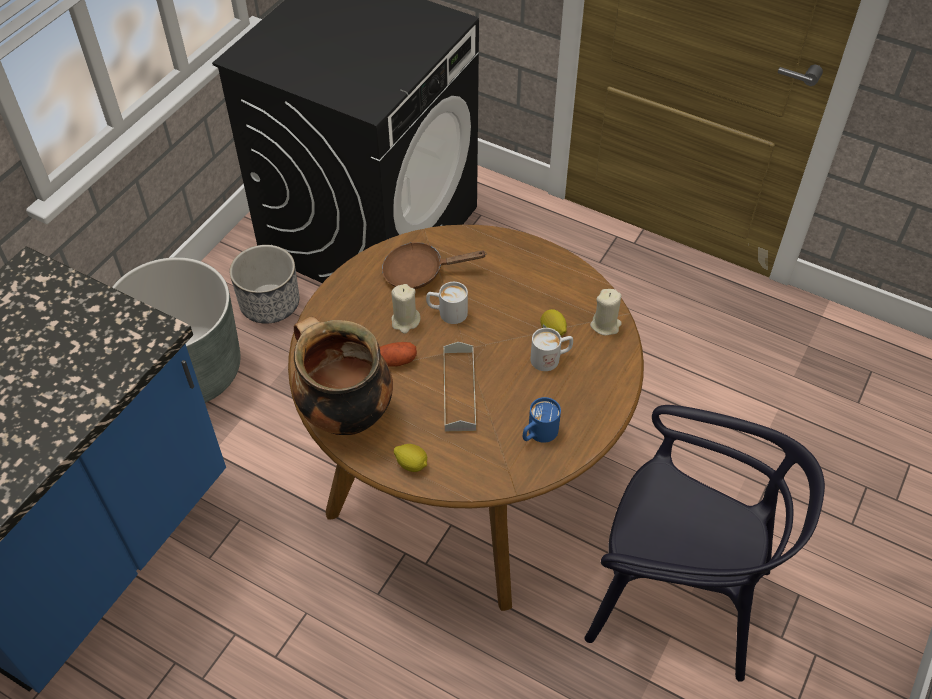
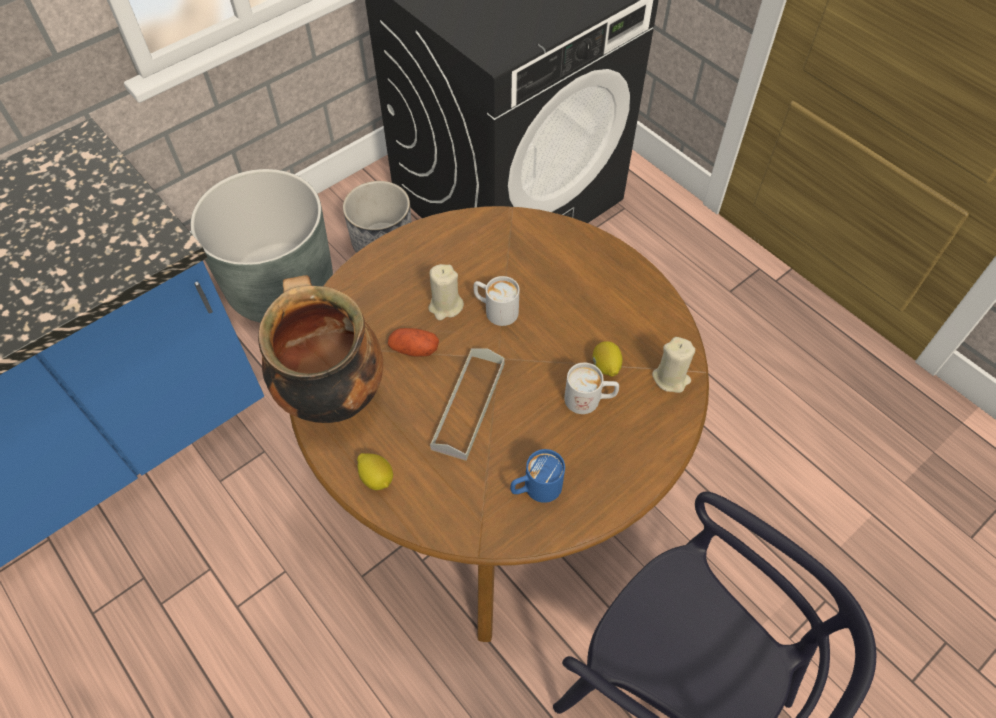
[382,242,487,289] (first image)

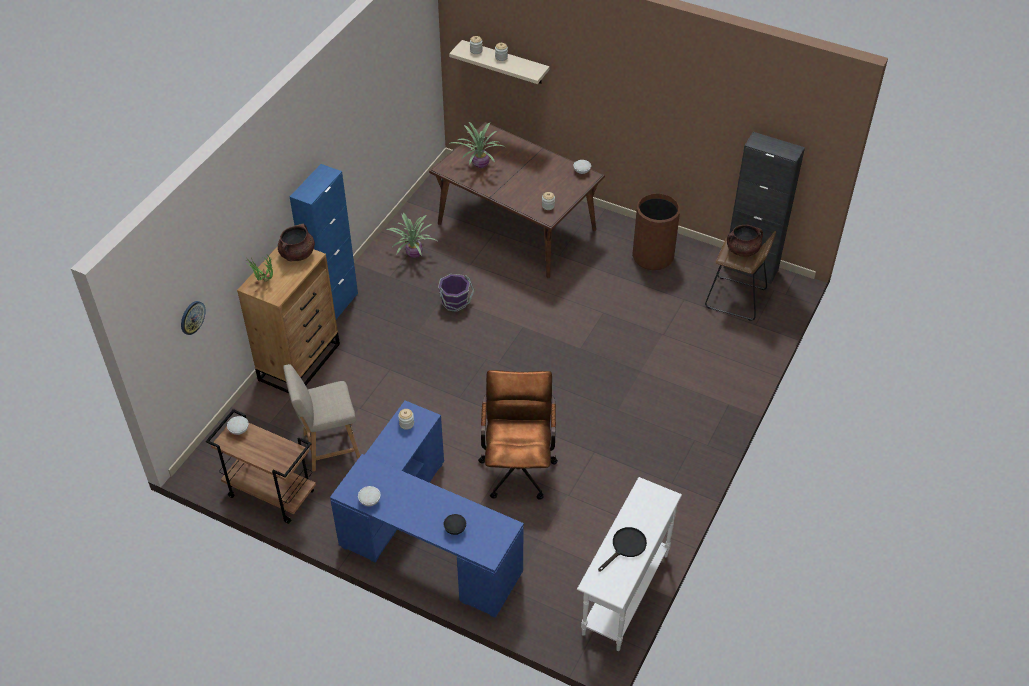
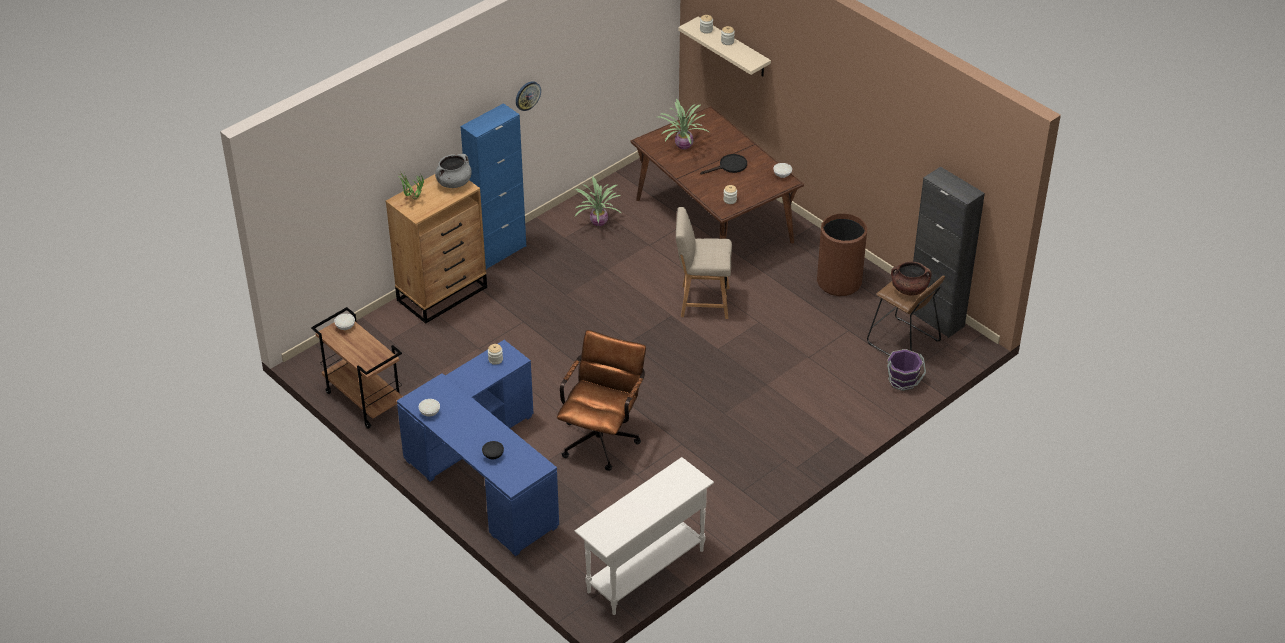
[516,81,541,111]
[676,207,732,319]
[887,349,926,391]
[700,154,747,174]
[435,154,472,188]

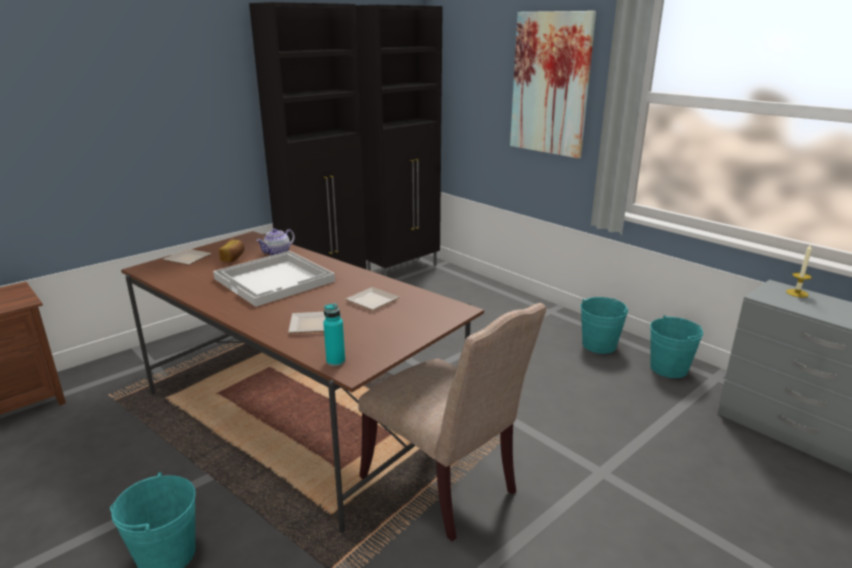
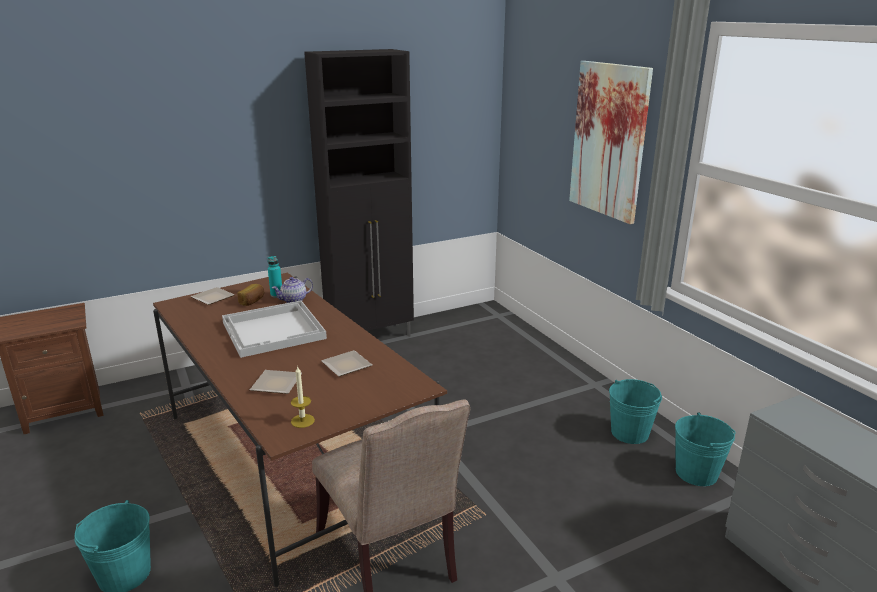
[355,5,443,277] (first image)
[267,256,282,298]
[291,366,315,428]

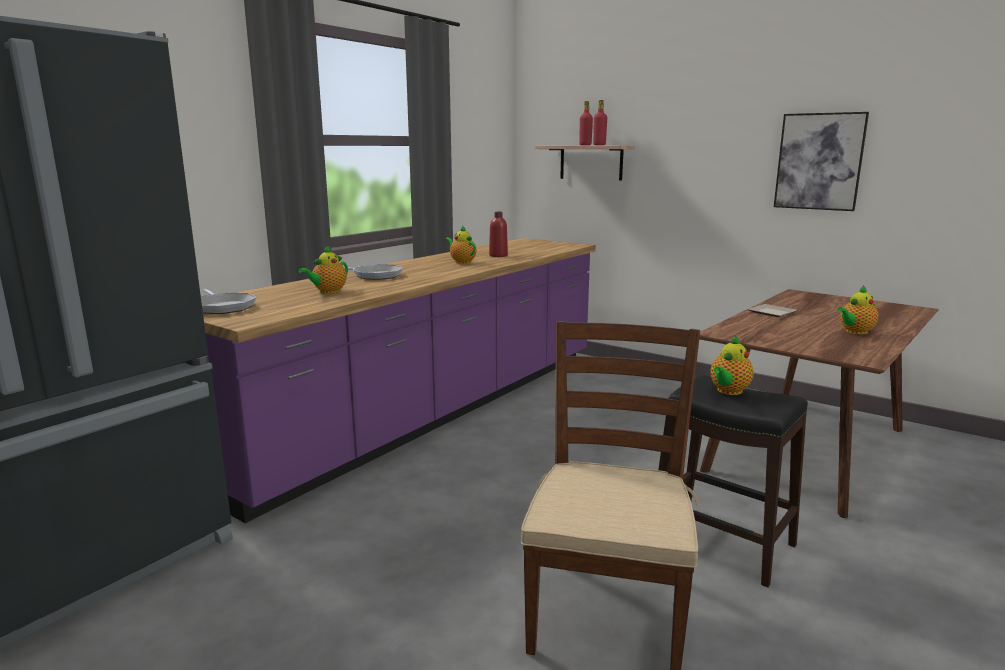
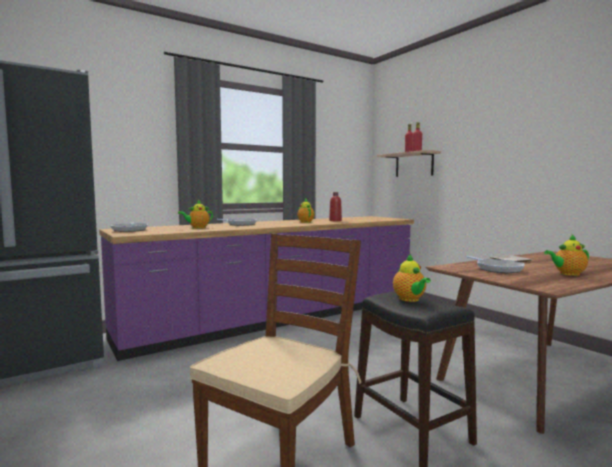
[774,112,869,211] (first image)
[466,256,525,273]
[393,254,431,302]

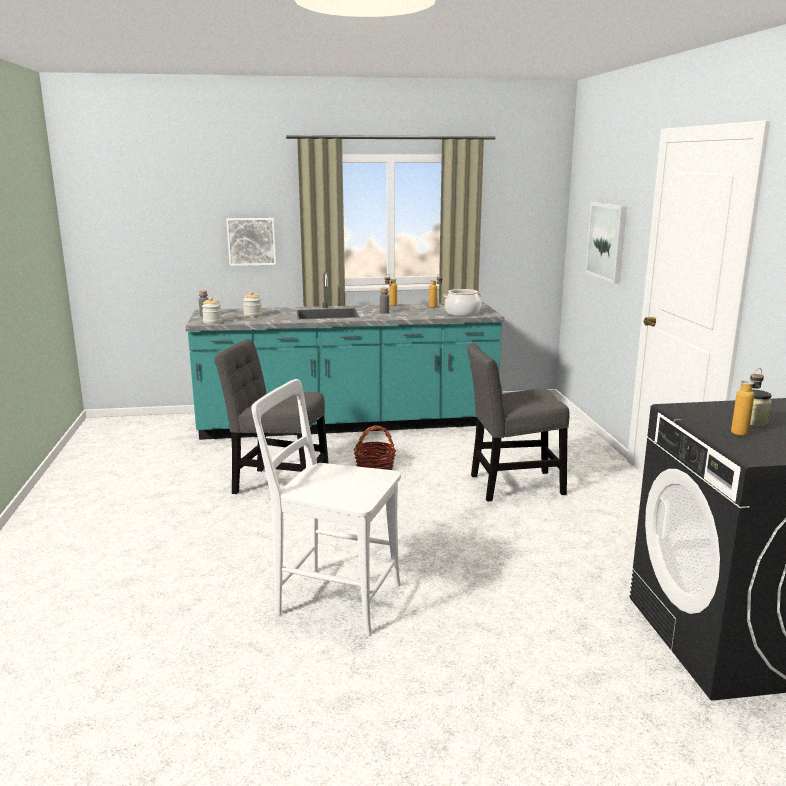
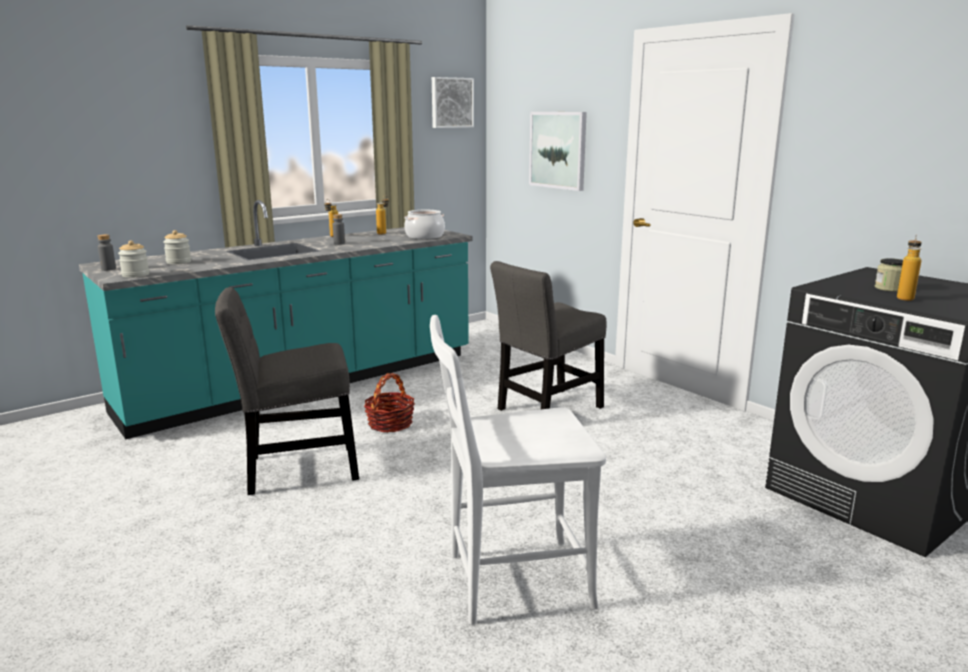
[432,77,474,128]

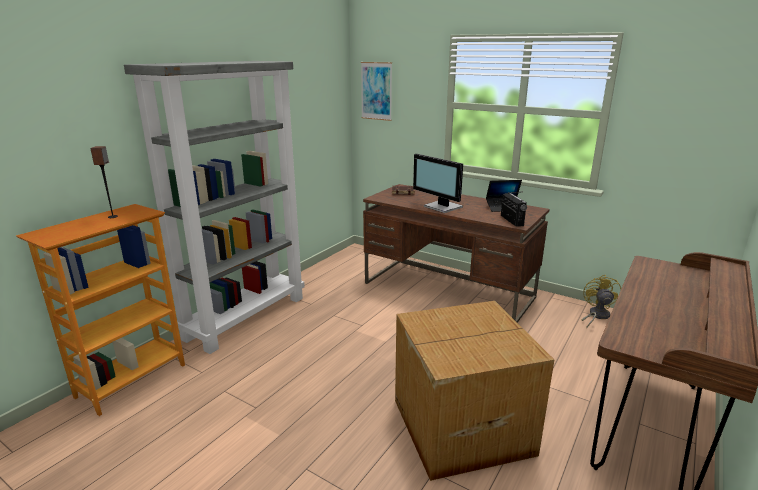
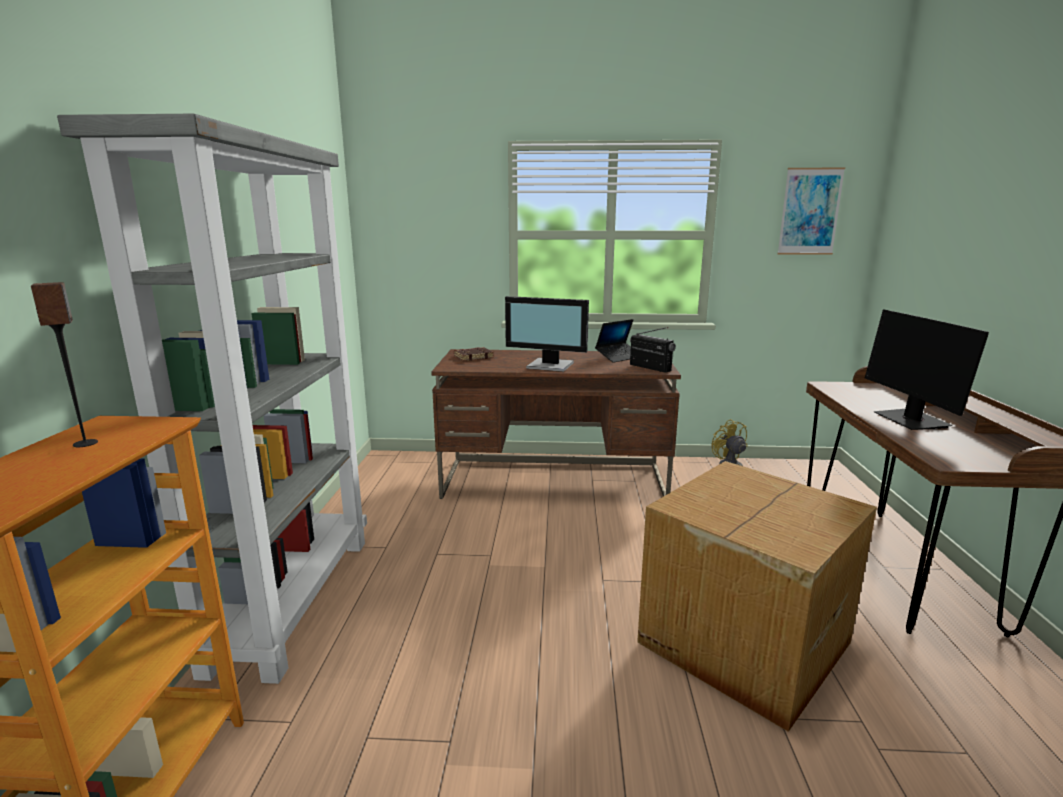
[865,310,989,430]
[778,168,845,255]

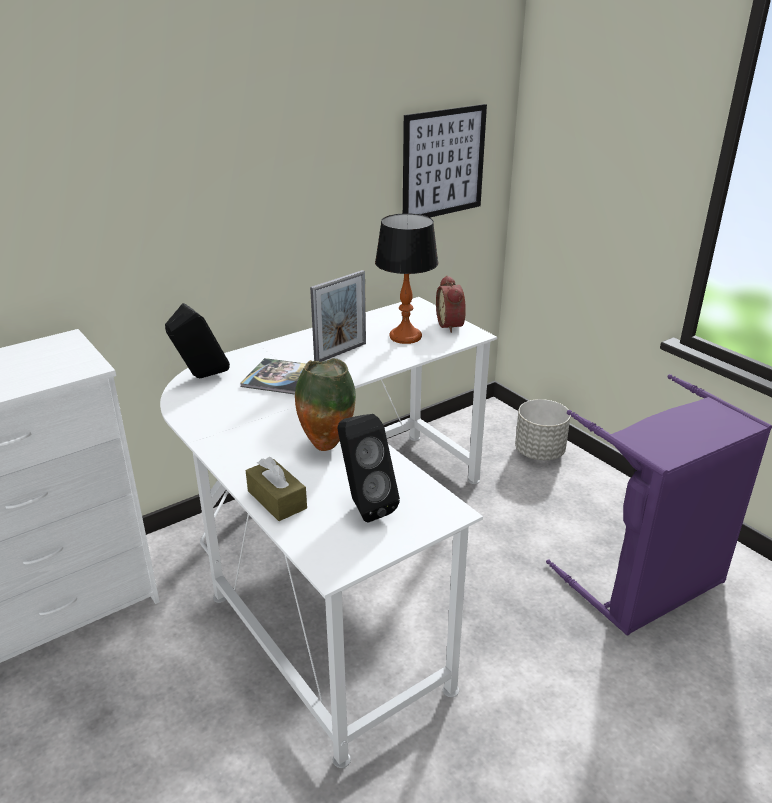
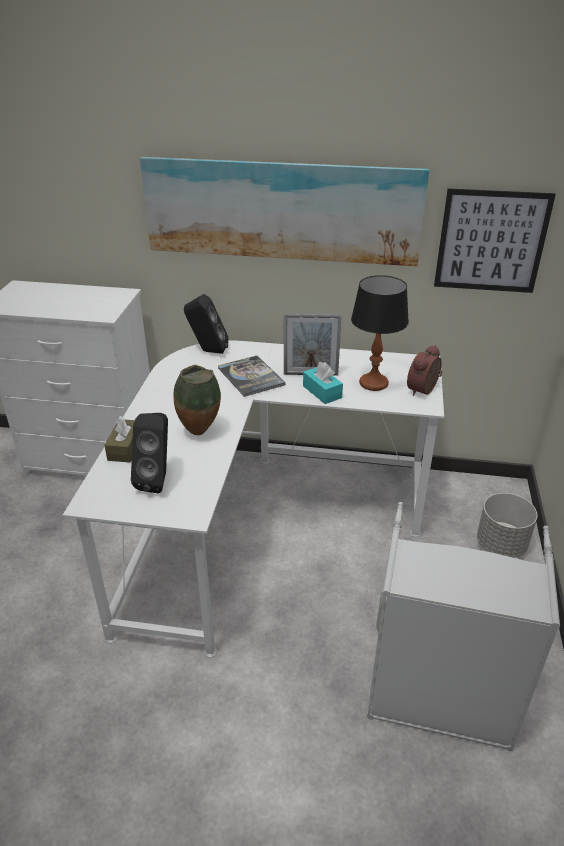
[140,157,429,266]
[303,362,343,404]
[366,502,560,751]

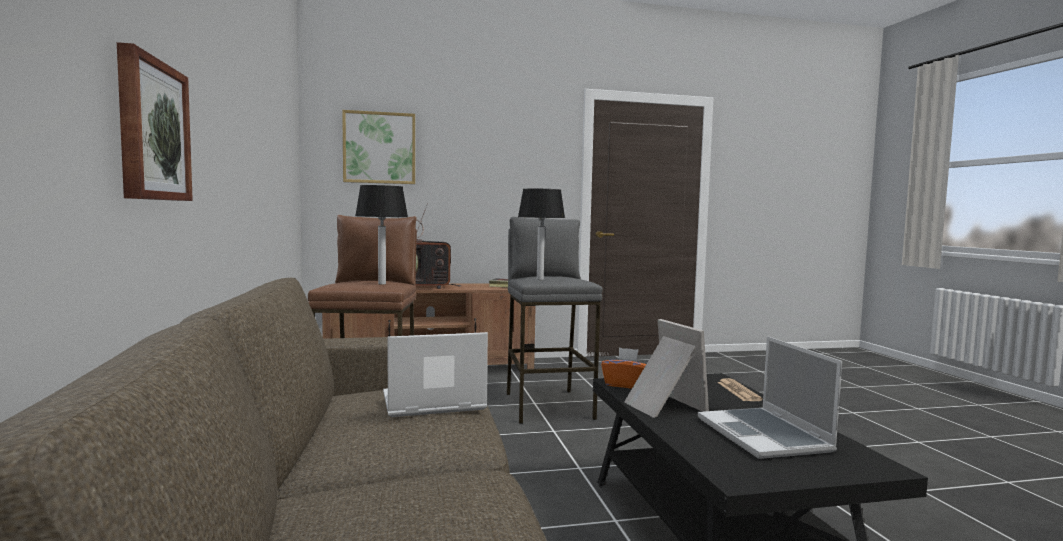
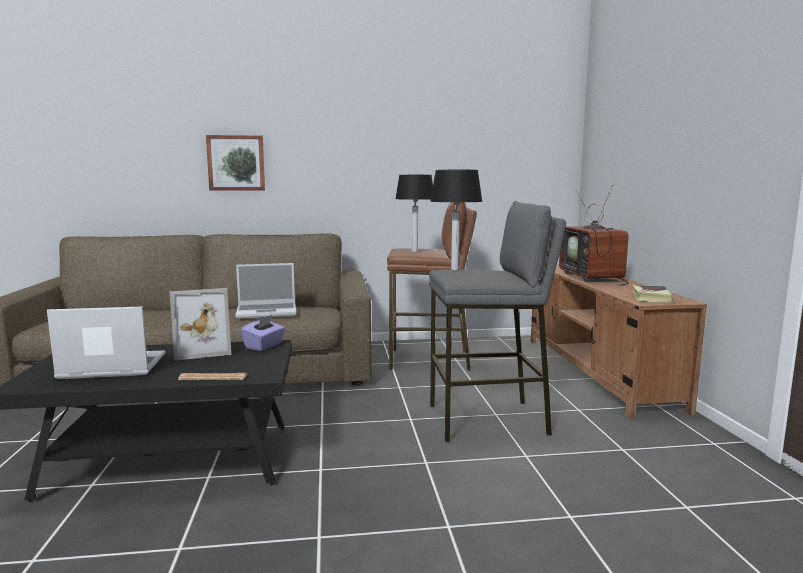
[342,110,415,184] (first image)
[241,315,285,351]
[235,263,296,319]

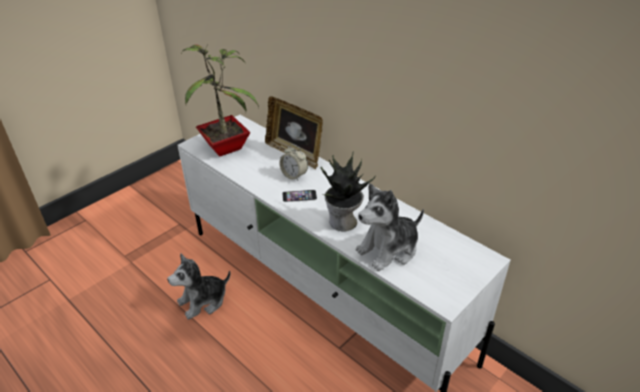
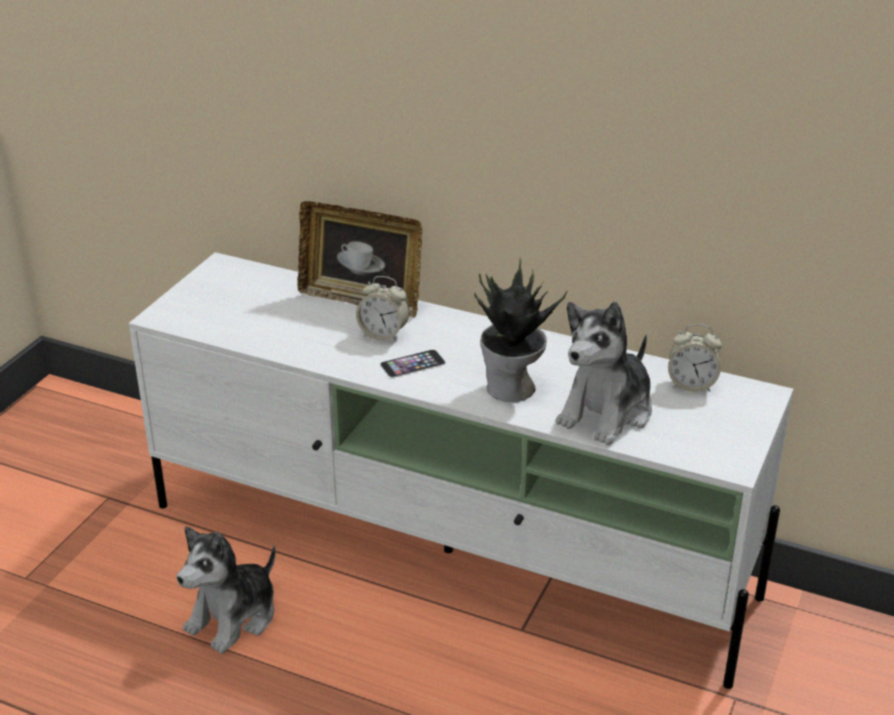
[181,45,259,156] (first image)
[668,324,722,392]

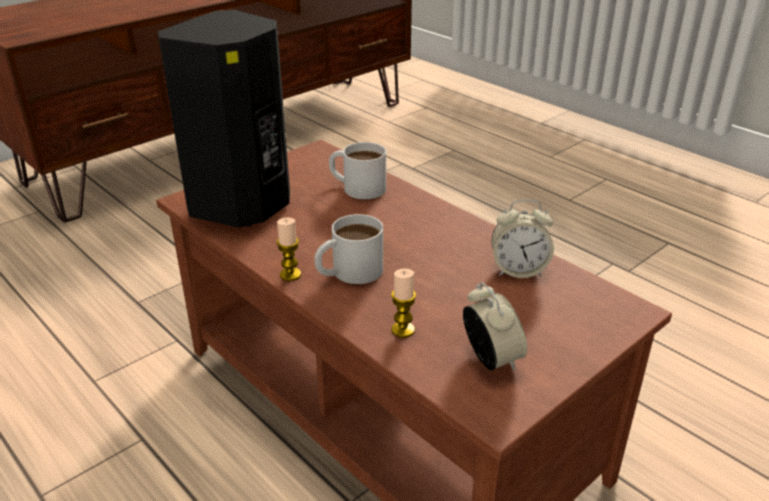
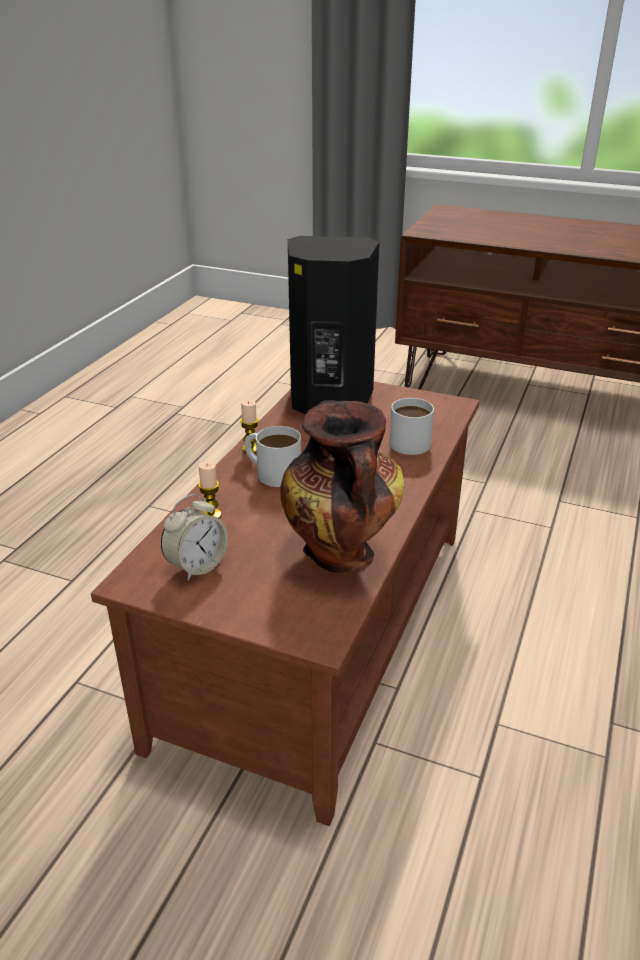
[280,400,404,572]

